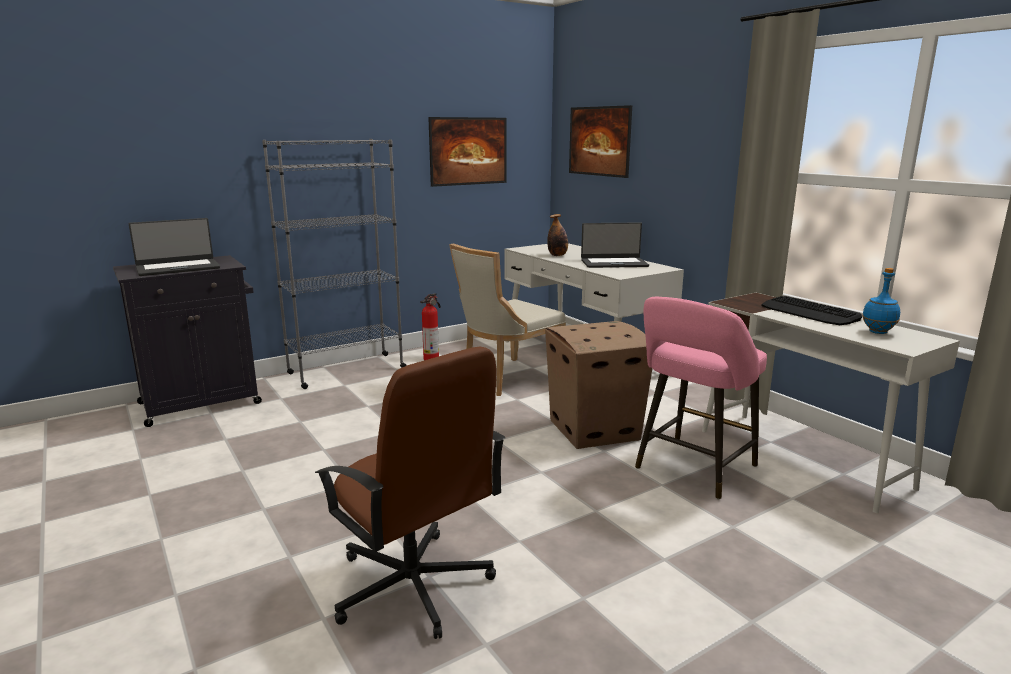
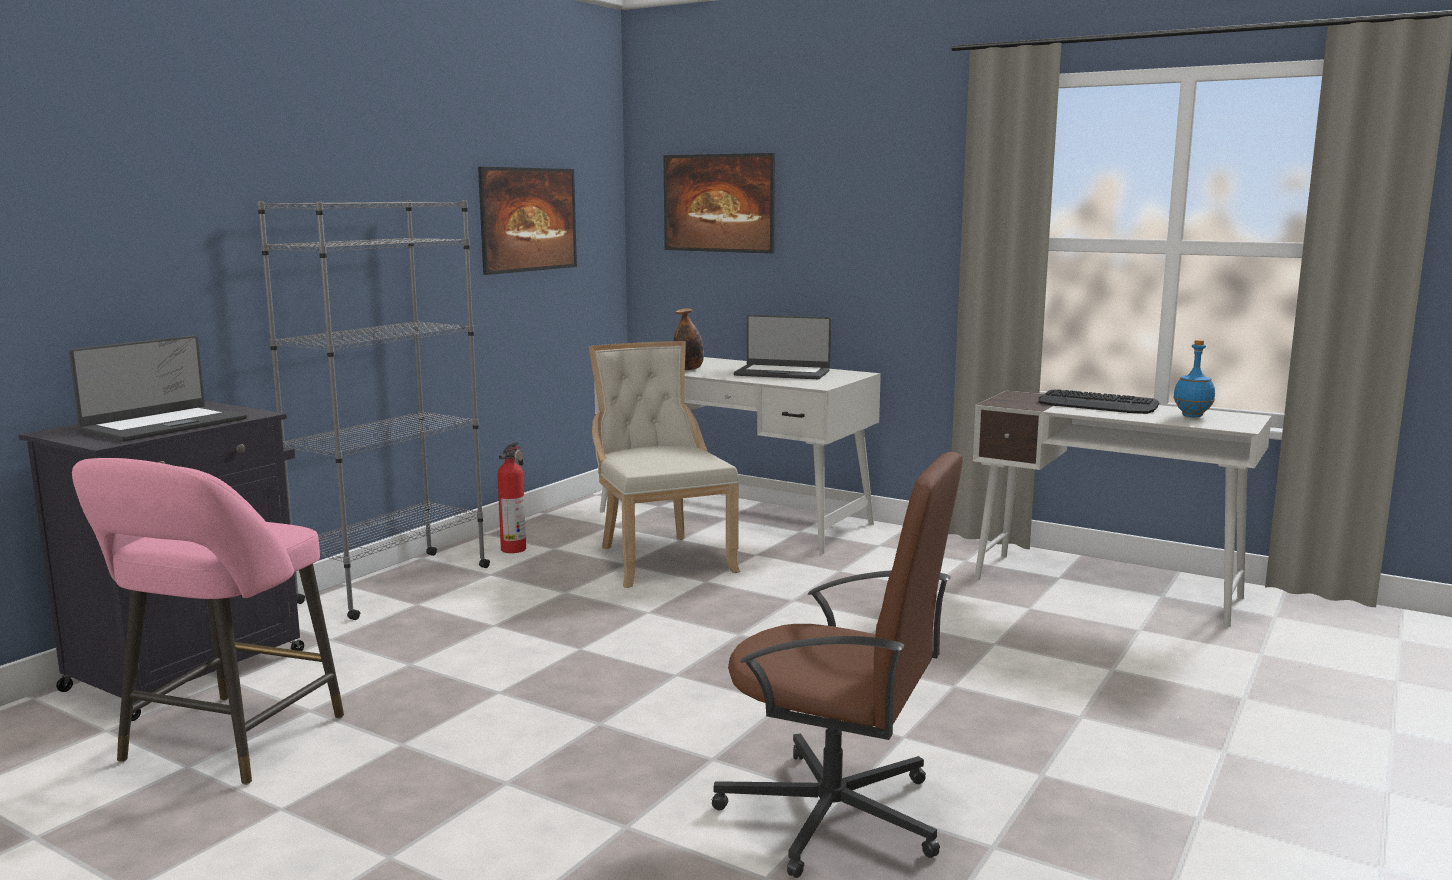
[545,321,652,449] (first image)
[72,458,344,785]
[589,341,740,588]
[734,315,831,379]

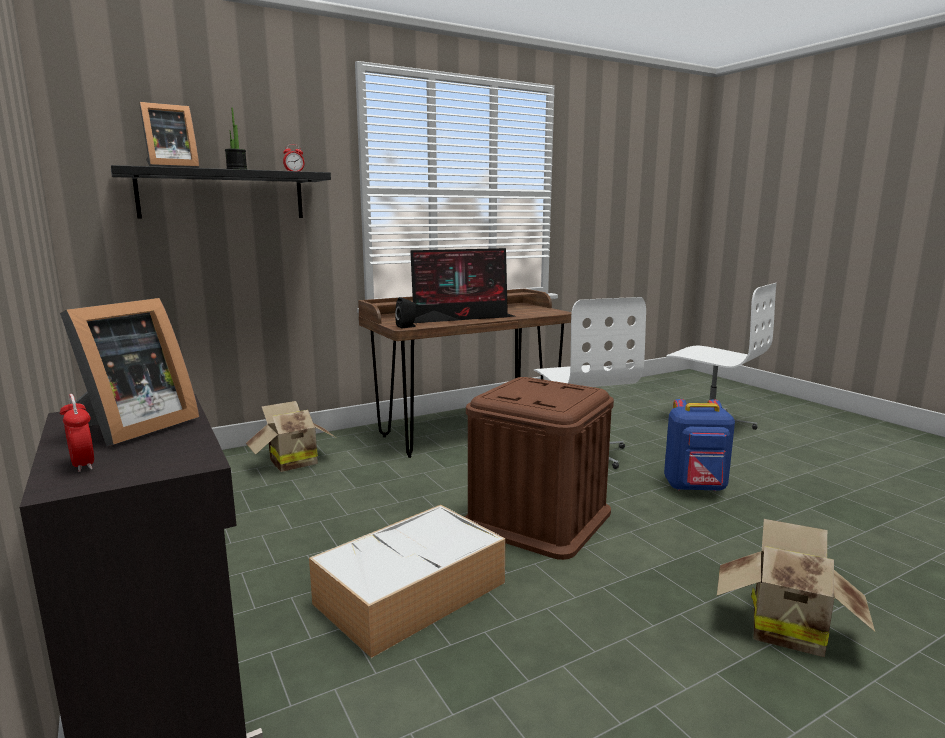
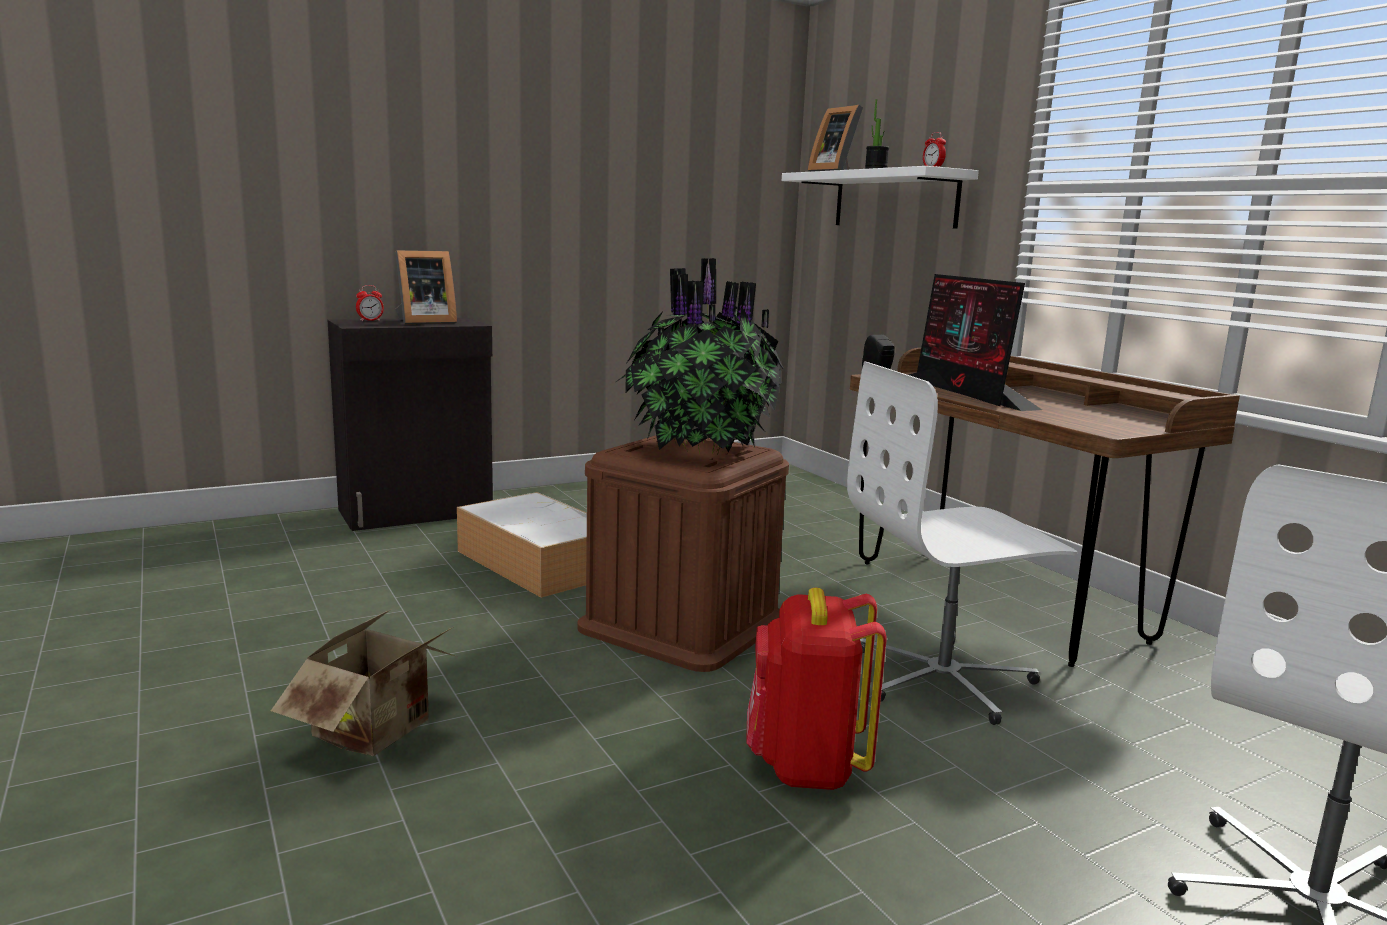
[246,401,336,472] (first image)
[616,258,784,455]
[782,166,979,229]
[746,588,887,790]
[395,250,457,324]

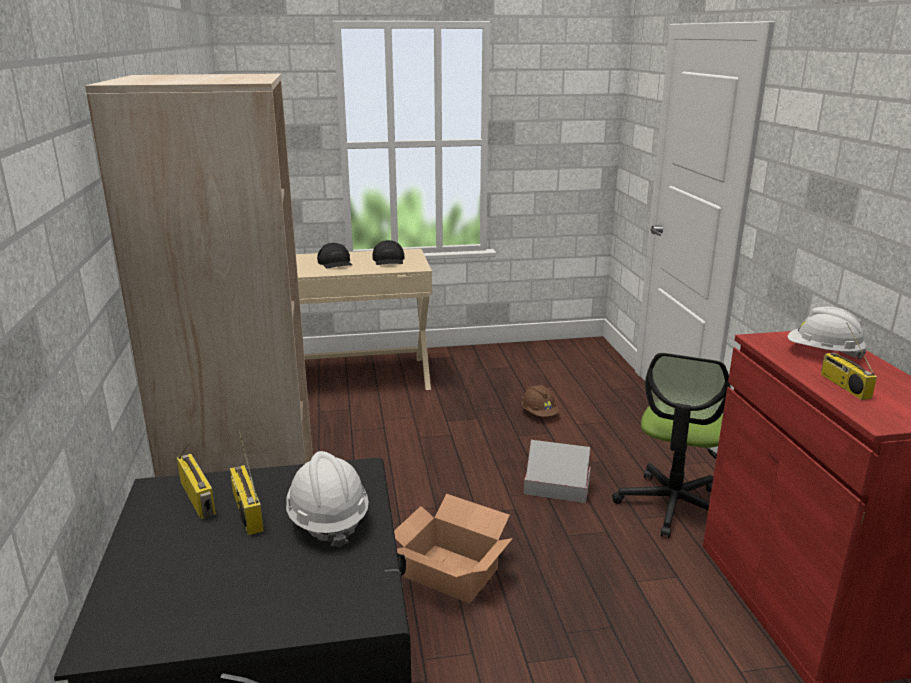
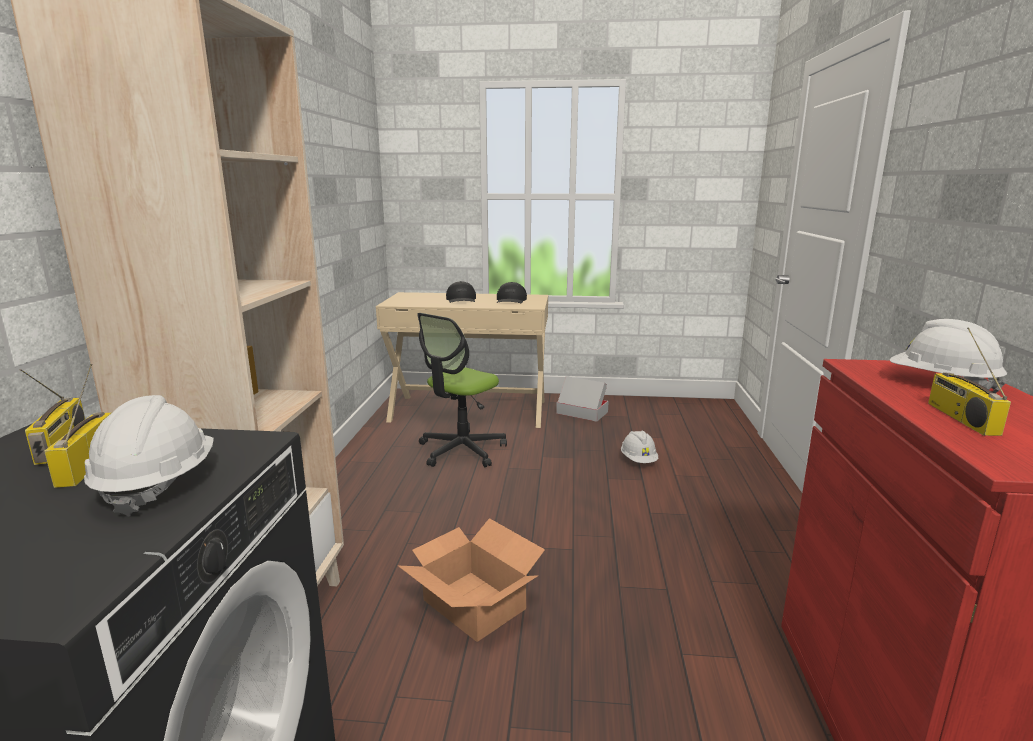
[556,376,609,422]
[417,313,507,467]
[621,431,658,463]

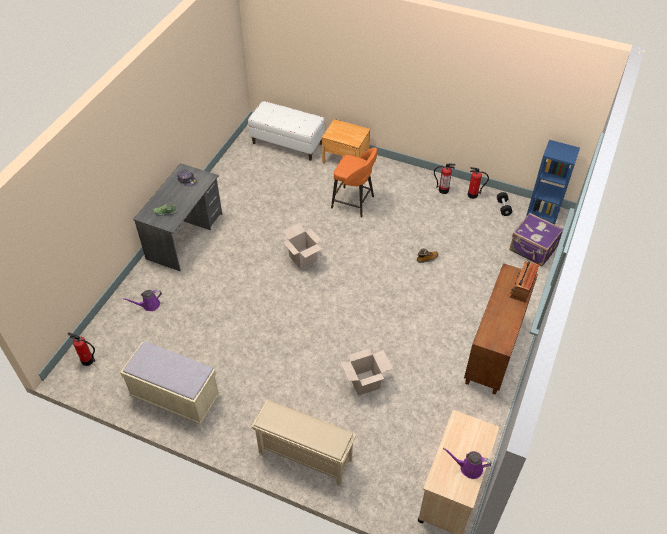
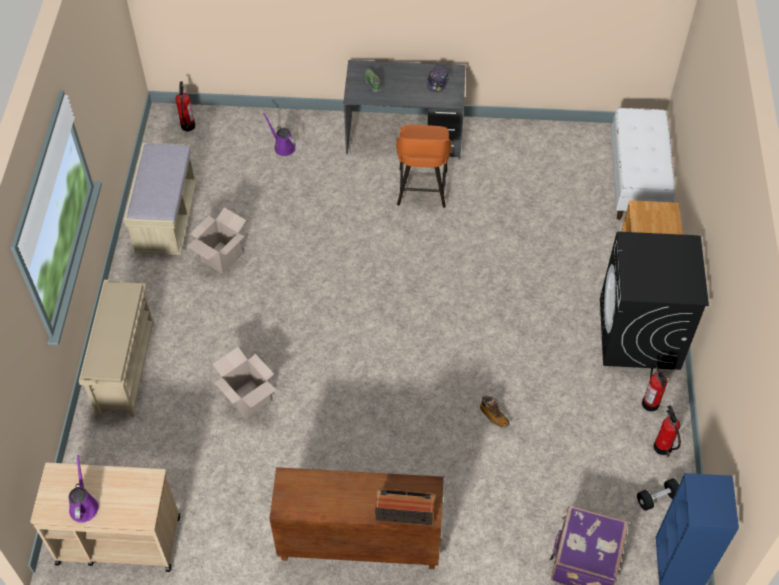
[600,232,709,370]
[186,208,246,274]
[396,125,451,208]

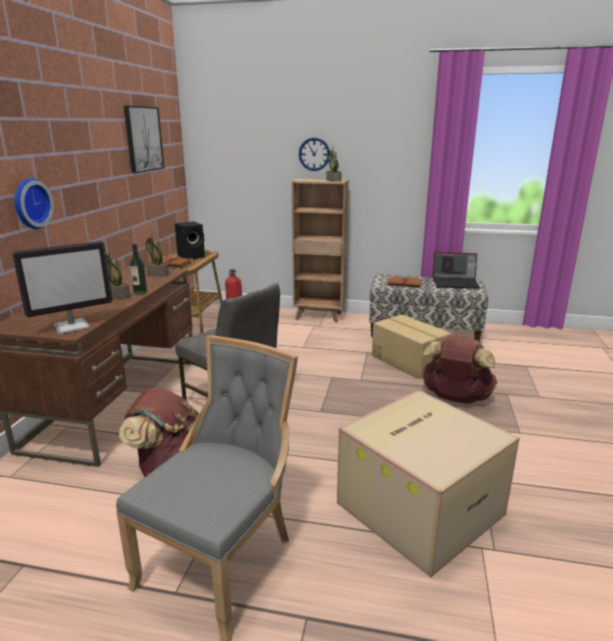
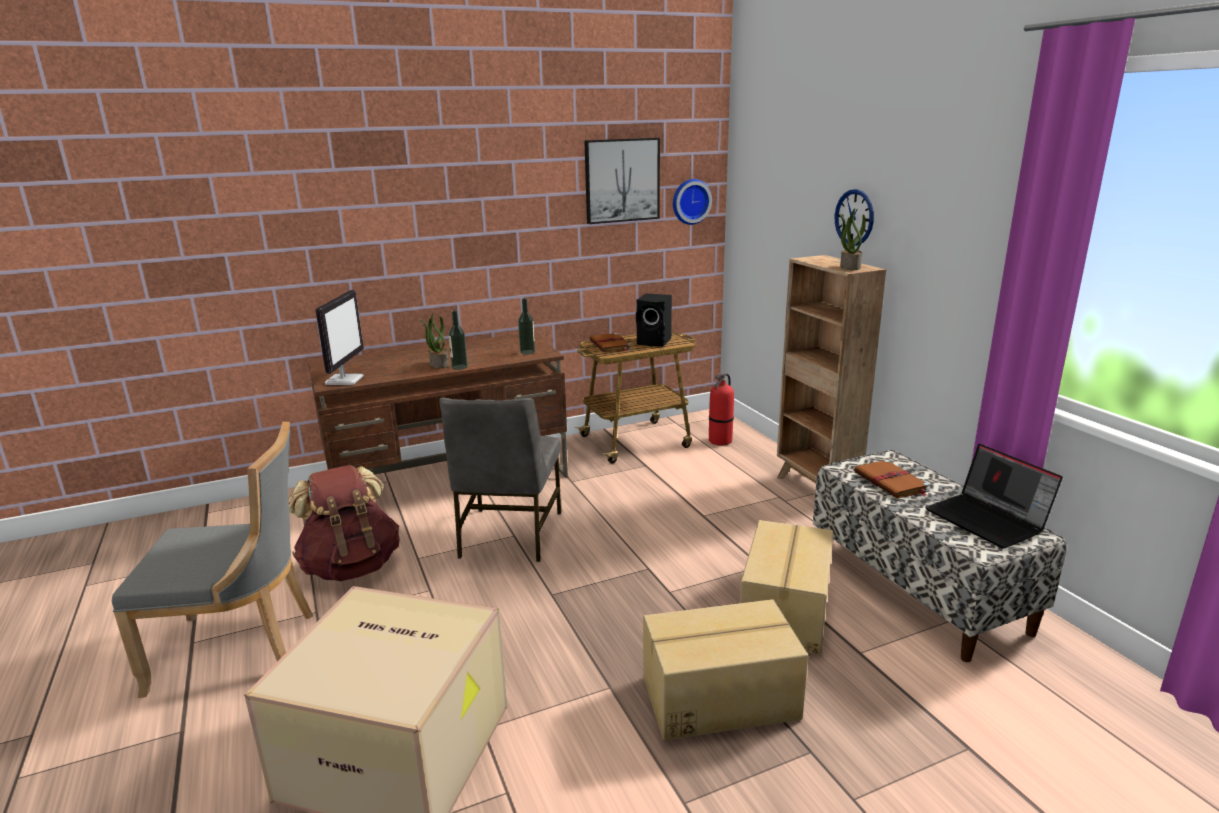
[673,179,712,225]
[518,298,535,355]
[643,599,808,740]
[316,290,364,385]

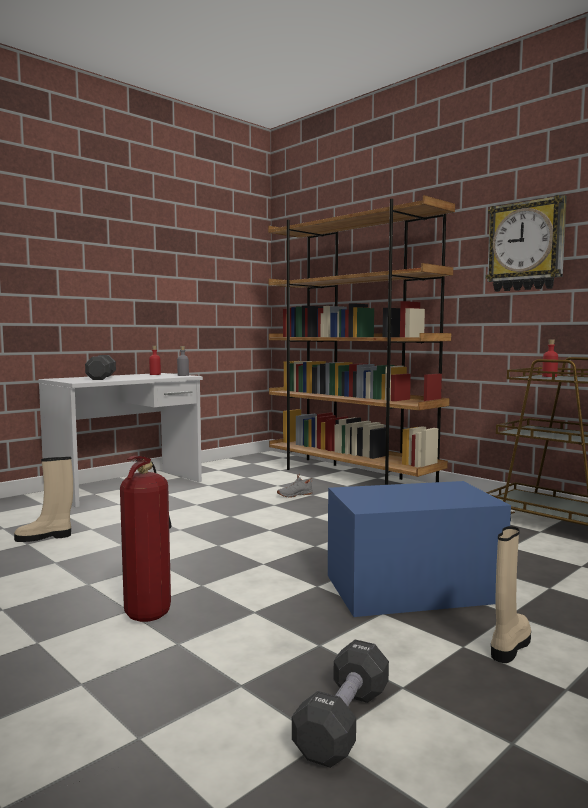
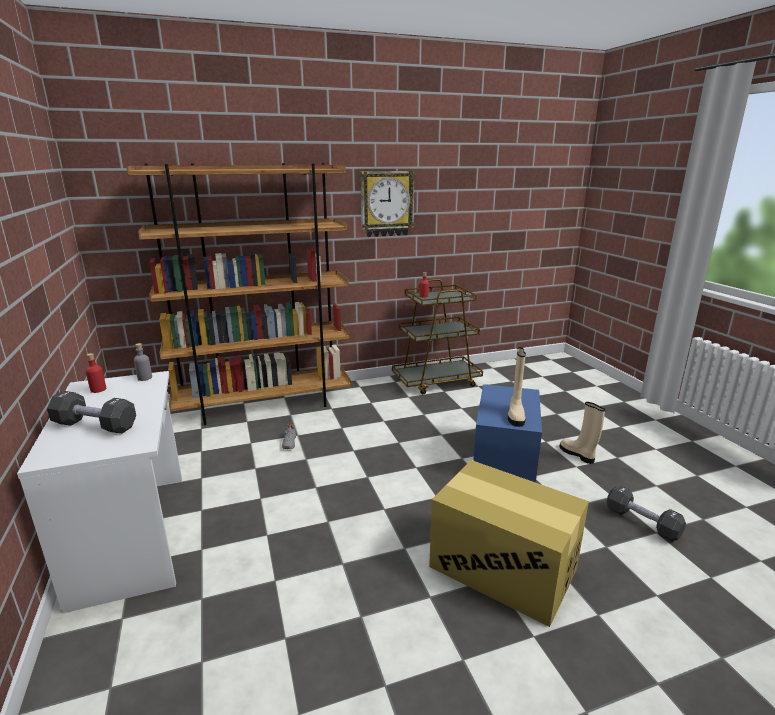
[508,347,526,427]
[429,460,589,627]

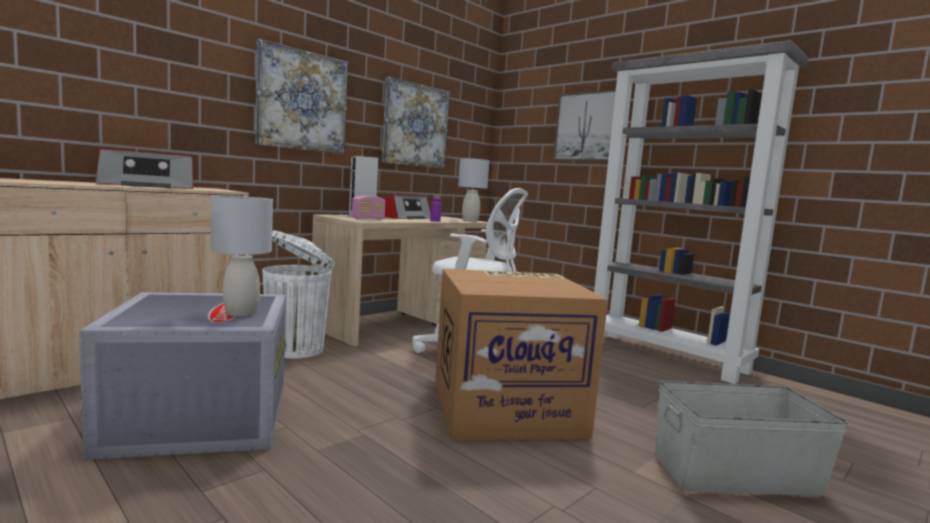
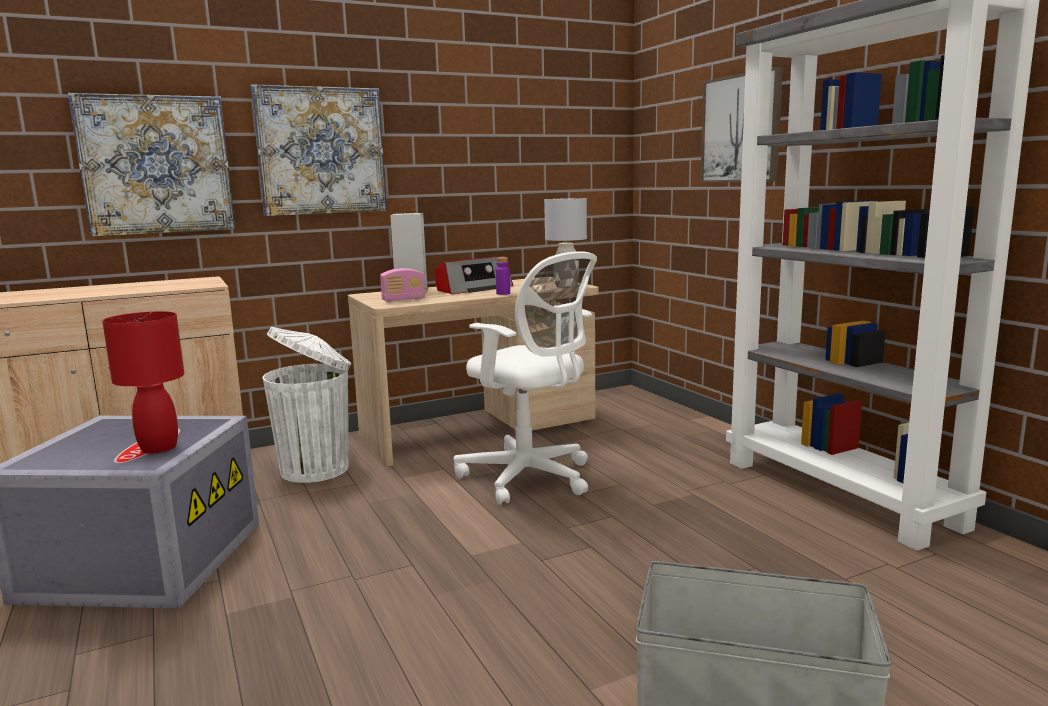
[95,149,193,189] (first image)
[435,269,608,441] (first image)
[68,93,236,236]
[102,311,185,454]

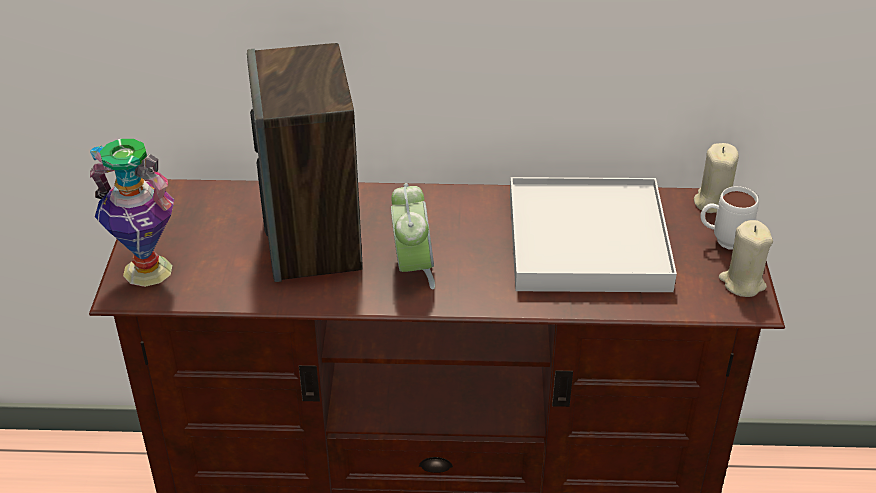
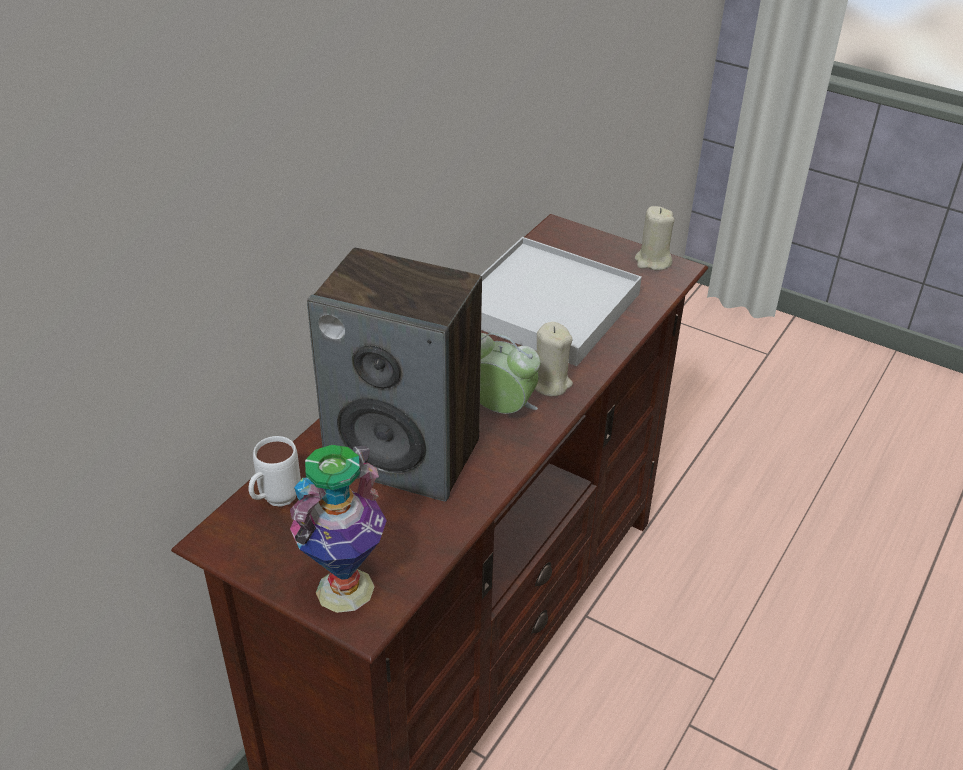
[535,322,573,396]
[249,436,301,507]

